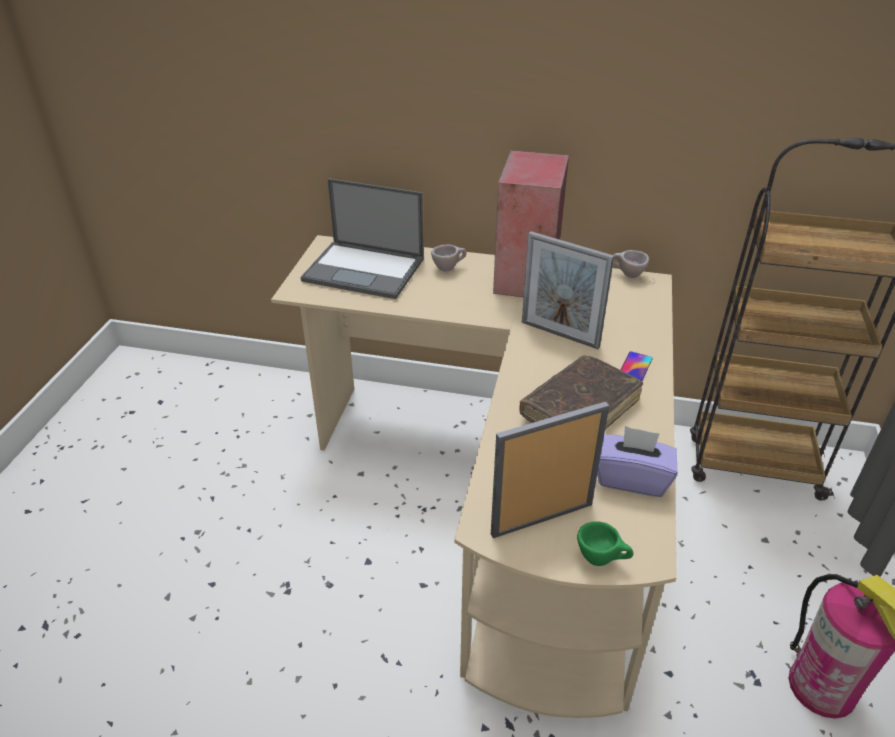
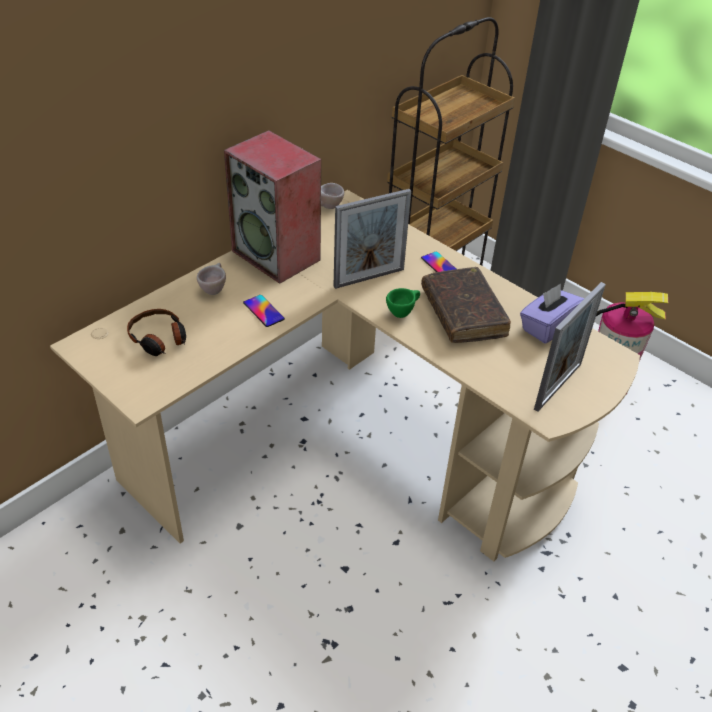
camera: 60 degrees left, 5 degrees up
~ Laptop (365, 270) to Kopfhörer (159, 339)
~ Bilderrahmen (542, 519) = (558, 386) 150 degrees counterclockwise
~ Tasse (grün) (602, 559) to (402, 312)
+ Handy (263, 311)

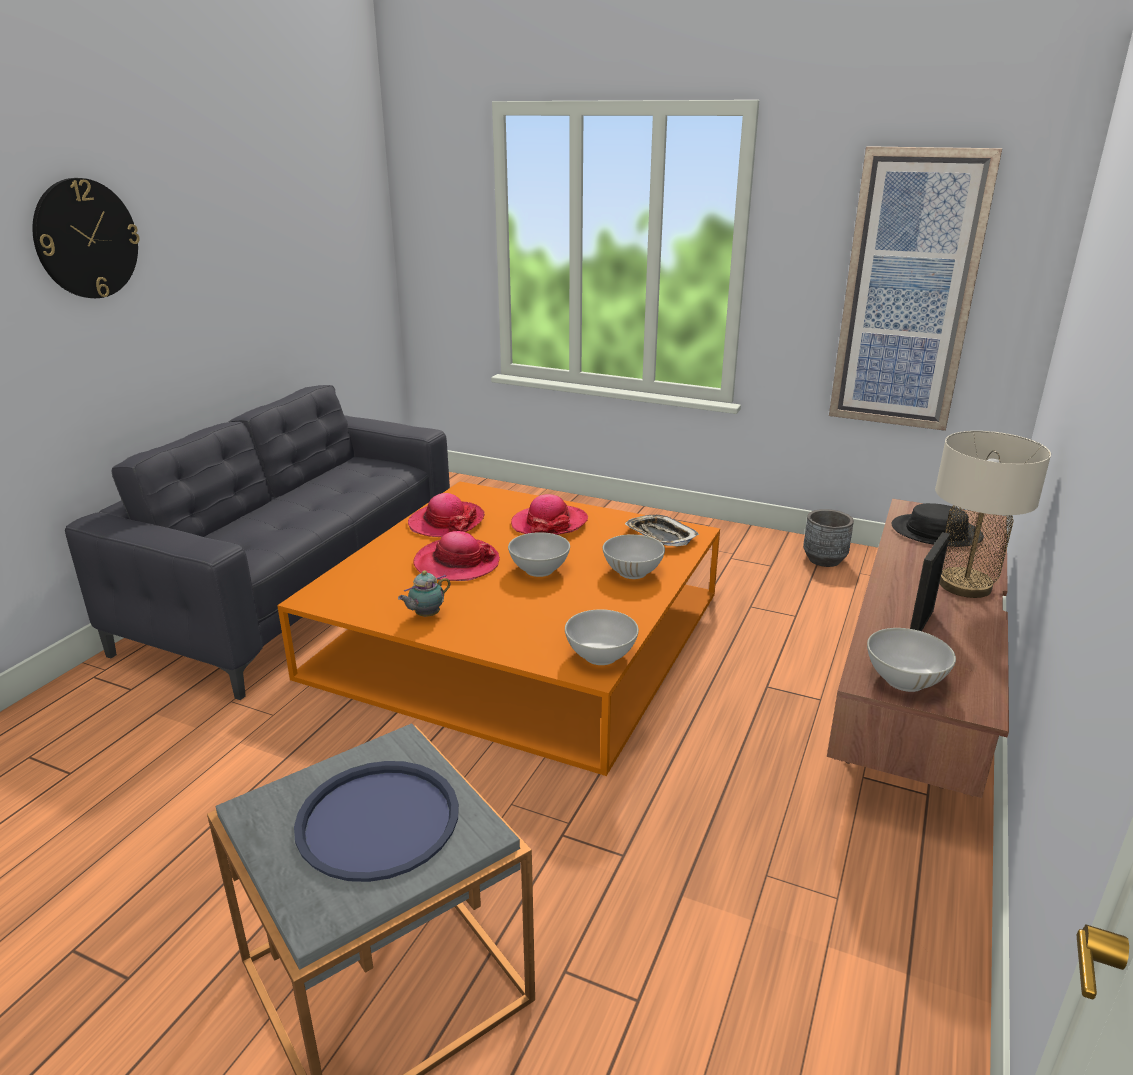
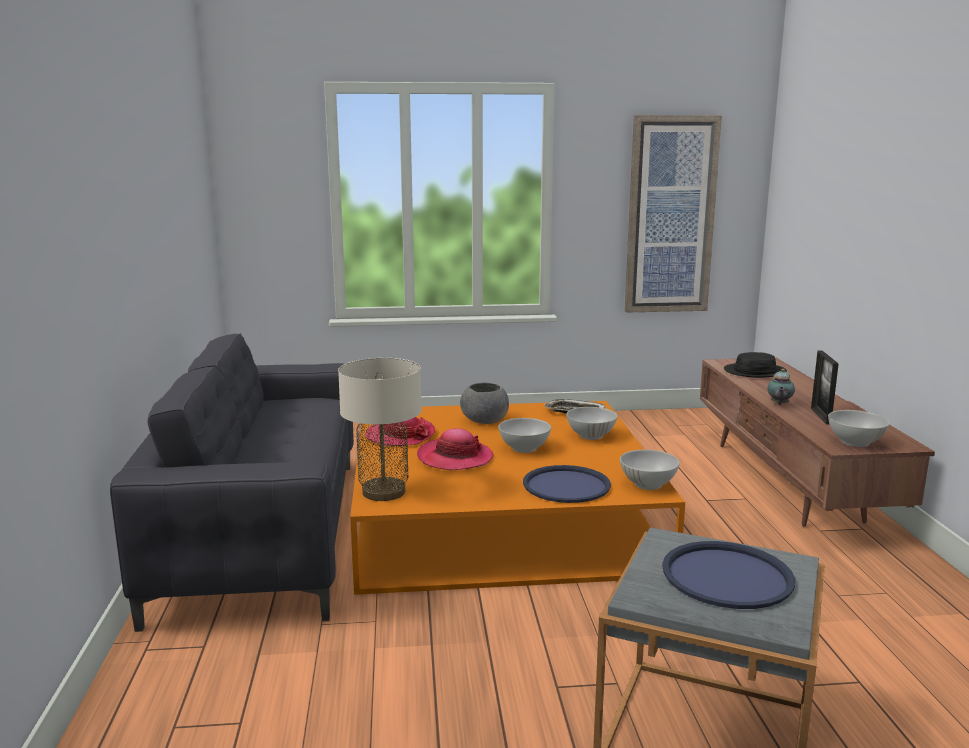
camera: 30 degrees left, 10 degrees down
- Wanduhr (86, 239)
~ Tischlampe (964, 585) to (383, 492)
~ Hut (549, 524) to Schüssel (grau) (484, 420)
- Pflanzkübel (grau) (824, 560)
~ Teekanne (426, 615) to (779, 404)
+ Tablett (blau) (566, 485)

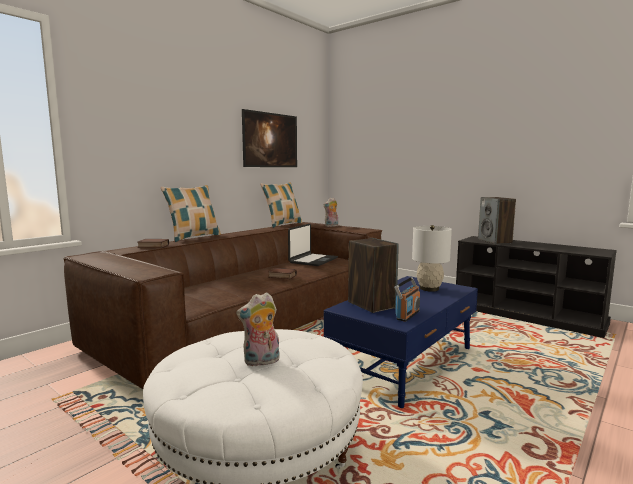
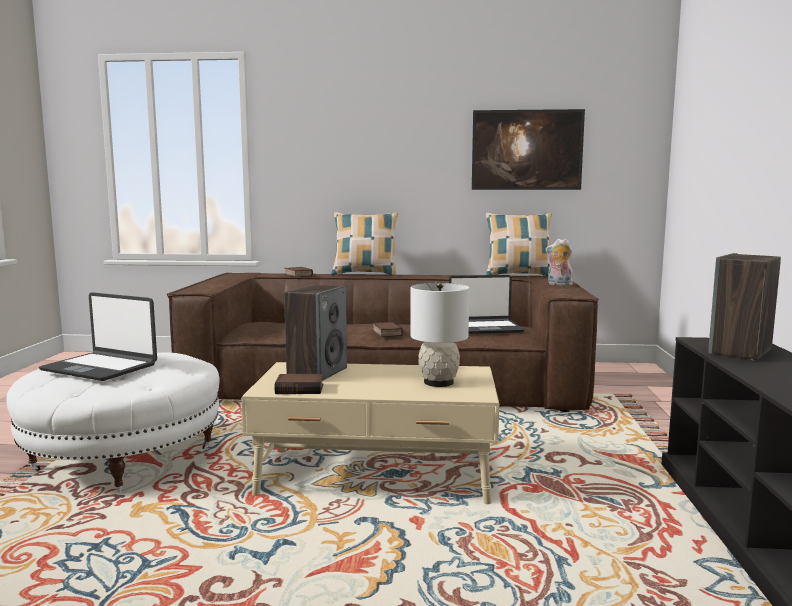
camera: 55 degrees right, 0 degrees up
~ Couchtisch (blau) (405, 363) to Couchtisch (beige) (377, 475)
~ Radio (407, 315) to Buch (300, 388)
~ Plüschtier (261, 362) to Laptop (100, 367)

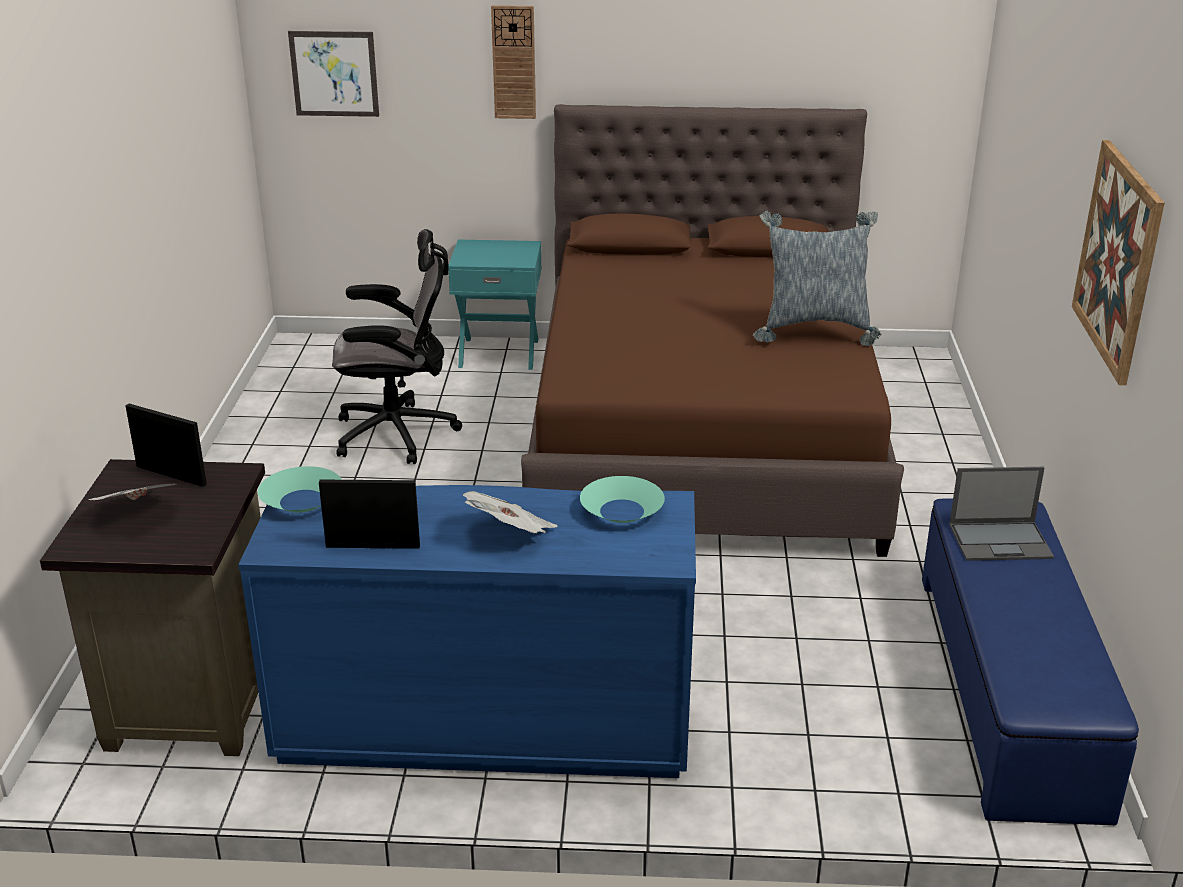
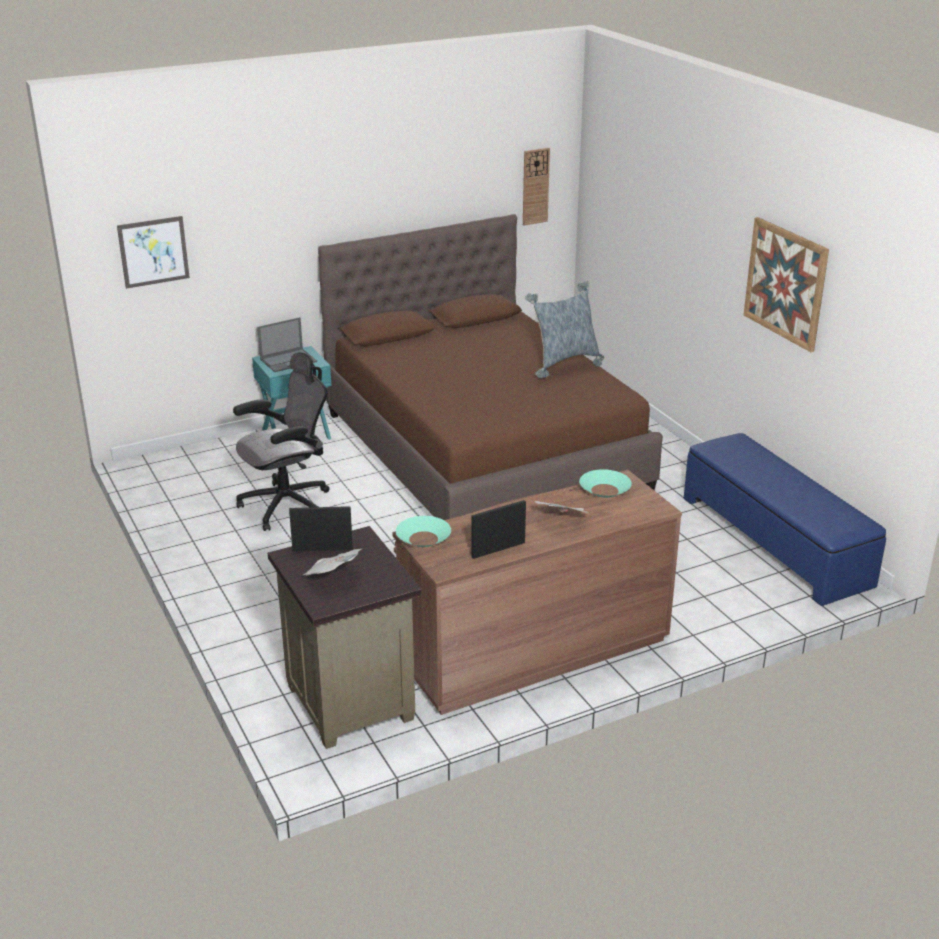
camera: 30 degrees left, 0 degrees up
~ Wanduhr (514, 62) to (535, 186)
~ Laptop (1001, 541) to (289, 360)
~ Kommode (blau) (484, 725) to Kommode (braun) (534, 652)

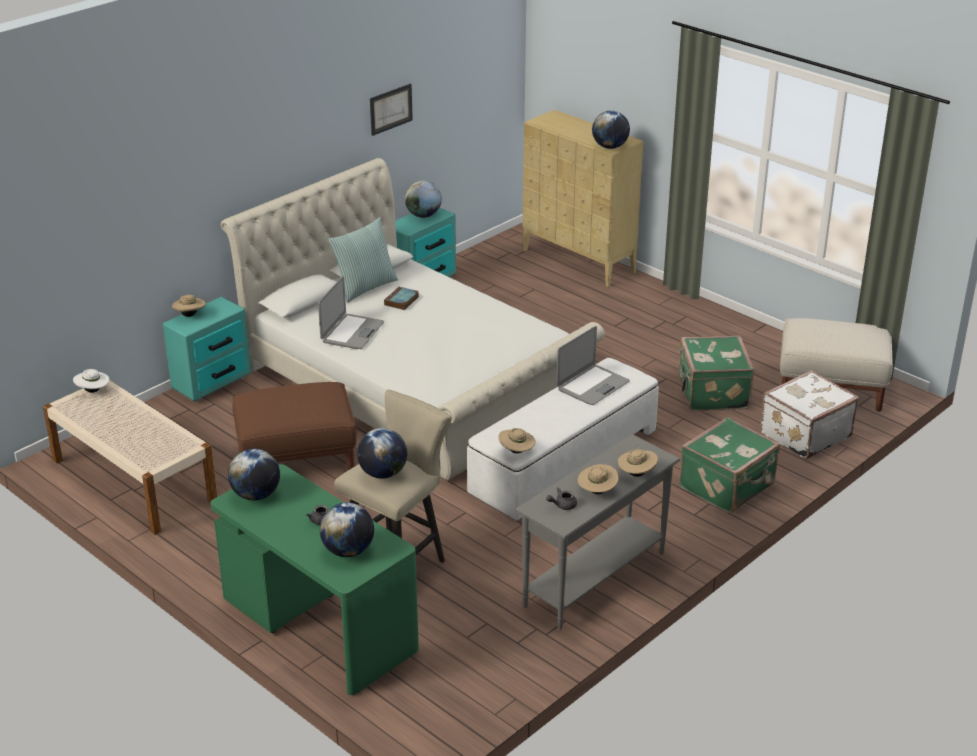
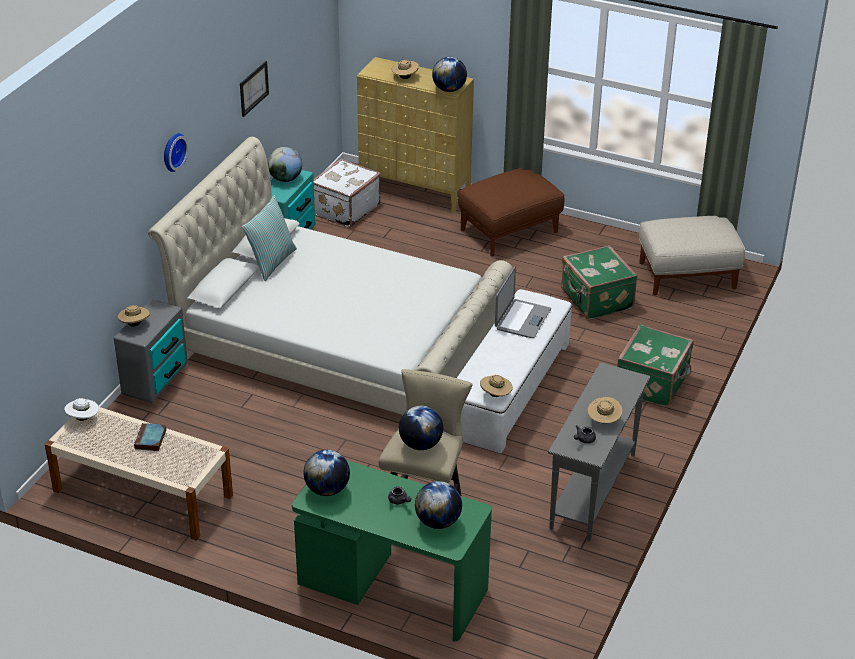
camera: 20 degrees left, 5 degrees up
- Laptop (352, 332)
~ Buch (401, 301) to (150, 440)
~ Nachttisch (türkis) (213, 385) to Nachttisch (grau) (157, 383)
~ Koffer (weiß) (803, 435) to (344, 209)
~ Polsterhocker (braun) (296, 458) to (508, 231)
~ Hut (beige) (636, 474) to (405, 77)
+ Wanduhr (172, 151)

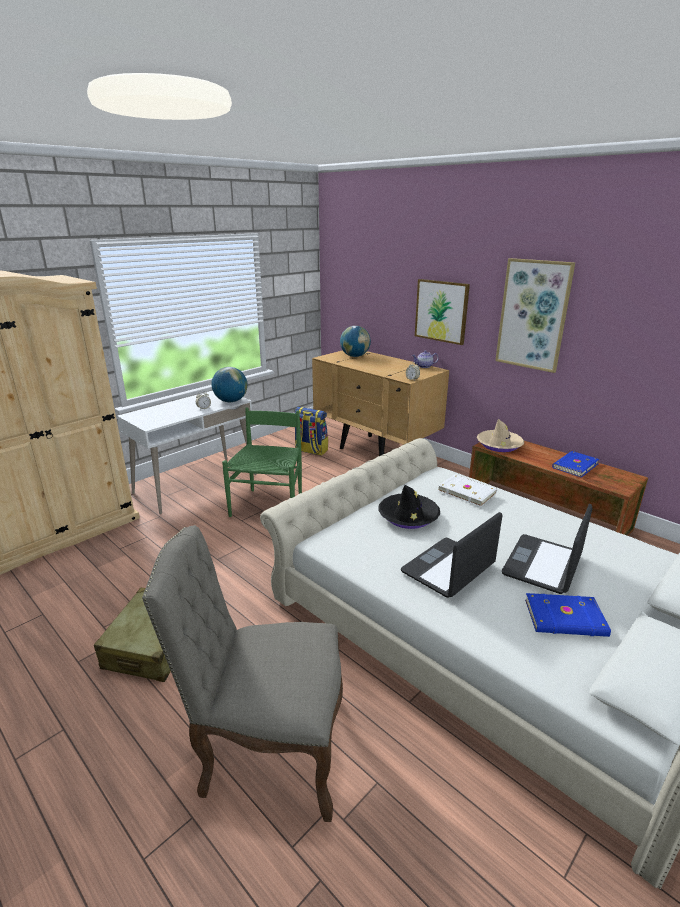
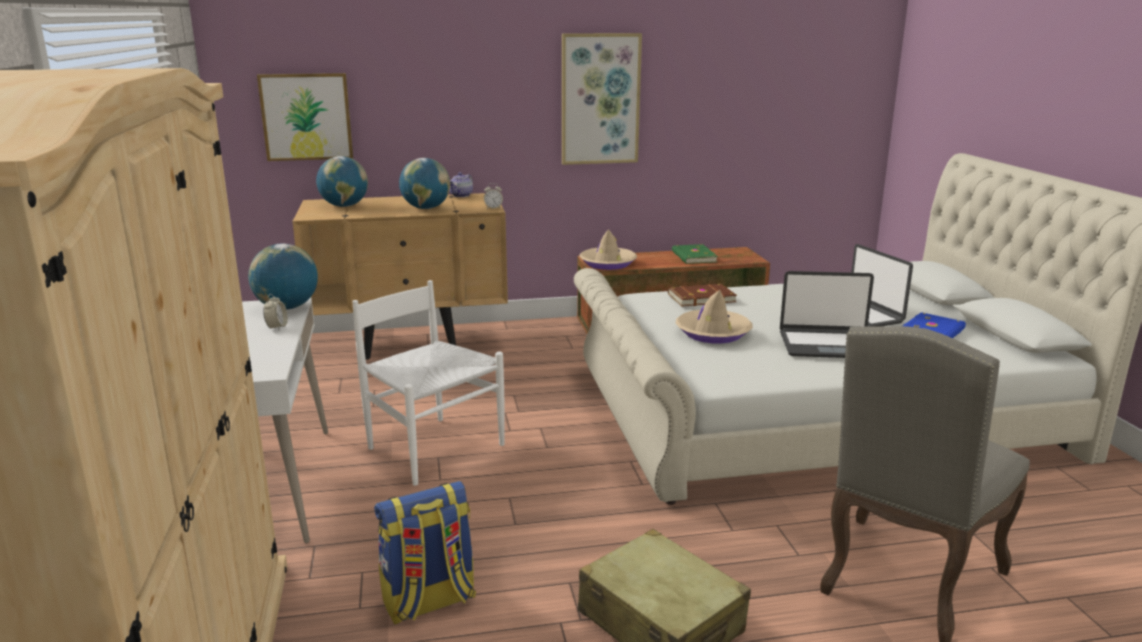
camera: 55 degrees left, 5 degrees down
~ Bild (441, 311) to (306, 117)
~ Rucksack (310, 451) to (429, 602)
~ Stuhl (grün) (269, 505) to Stuhl (weiß) (432, 448)
~ Buch (blau) (574, 465) to Buch (grün) (693, 257)
~ Buch (weiß) (467, 492) to Buch (braun) (700, 298)
~ Hut (schwarz) (408, 516) to Hut (beige) (713, 333)
~ Laptop (449, 569) = (827, 345) 75 degrees counterclockwise
+ Globus (426, 208)

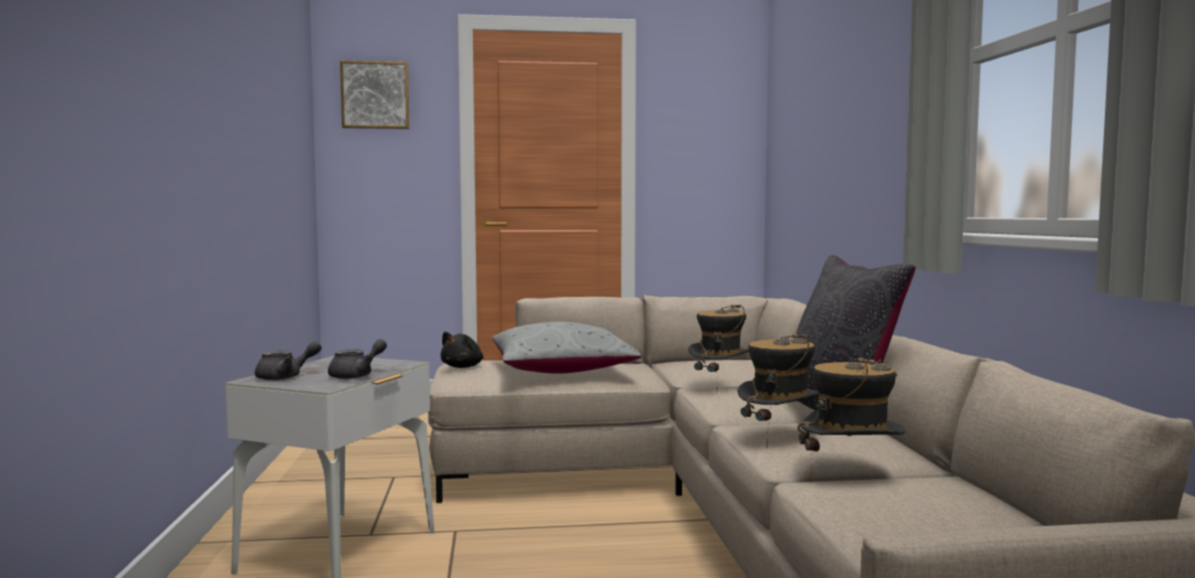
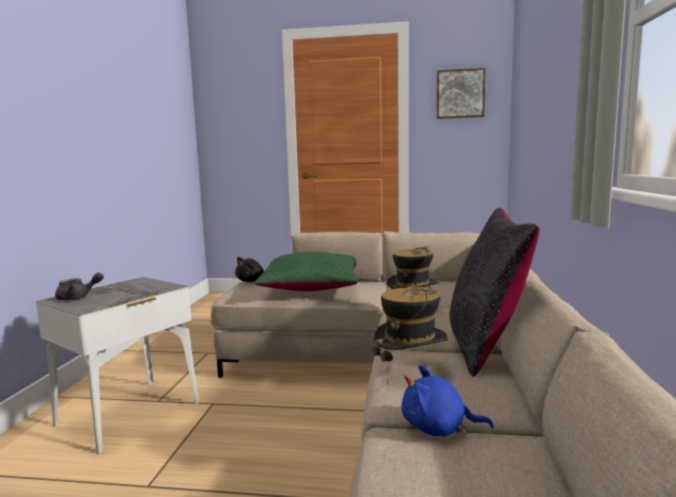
camera: 15 degrees right, 5 degrees up
~ Bild (375, 95) to (460, 94)
~ Kissen (grau) (561, 370) to Kissen (grün) (312, 287)
- Teekanne (grau) (357, 375)
~ Hut (850, 476) to Plüschtier (blau) (438, 428)

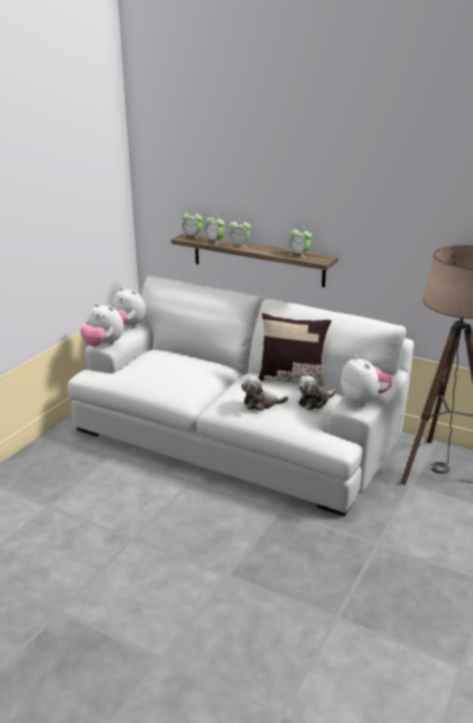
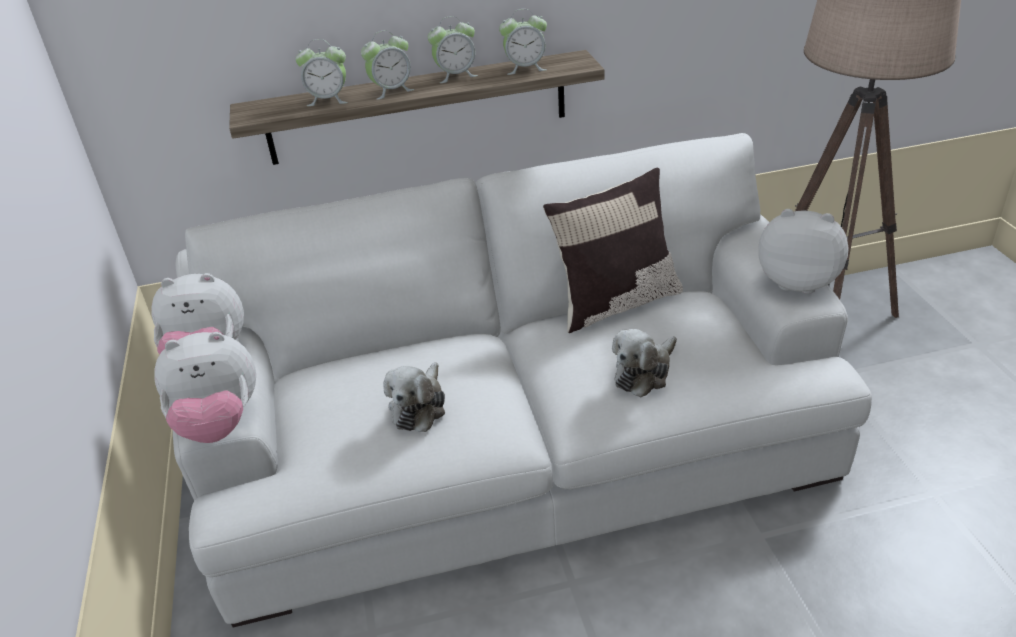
camera: 40 degrees left, 10 degrees up
~ Wecker (192, 236) to (455, 76)
~ Plüschtier (314, 402) to (419, 407)

